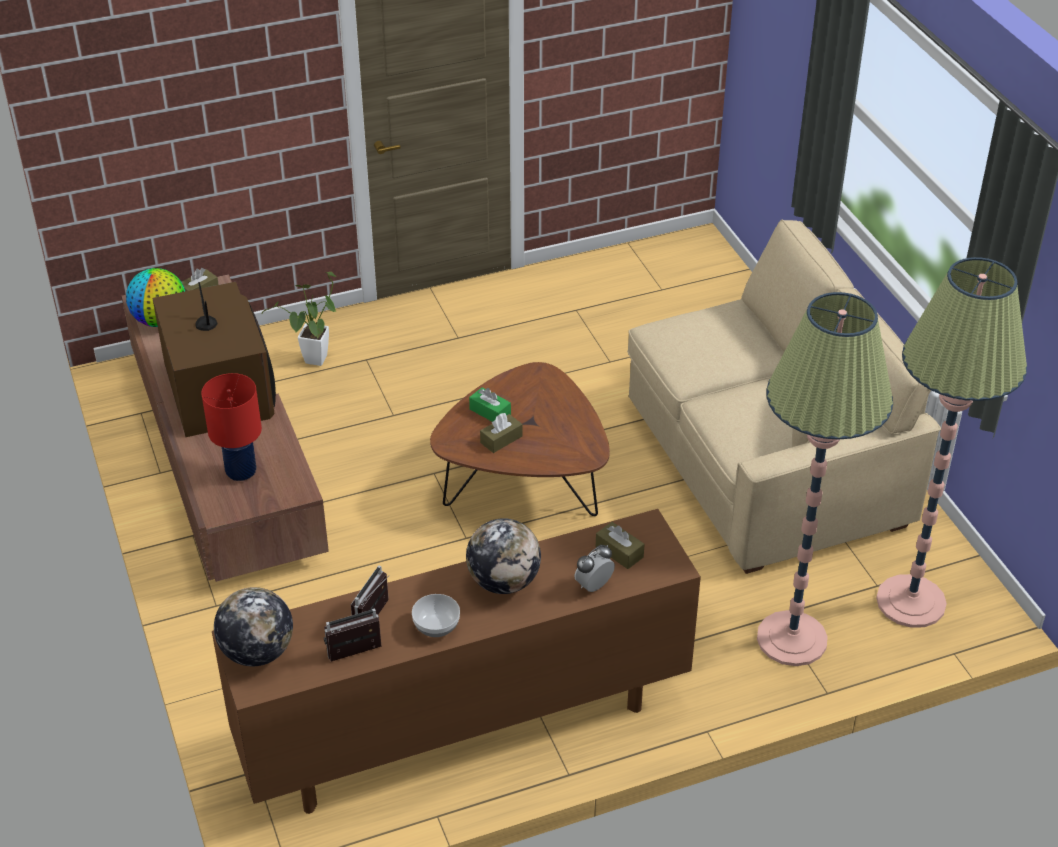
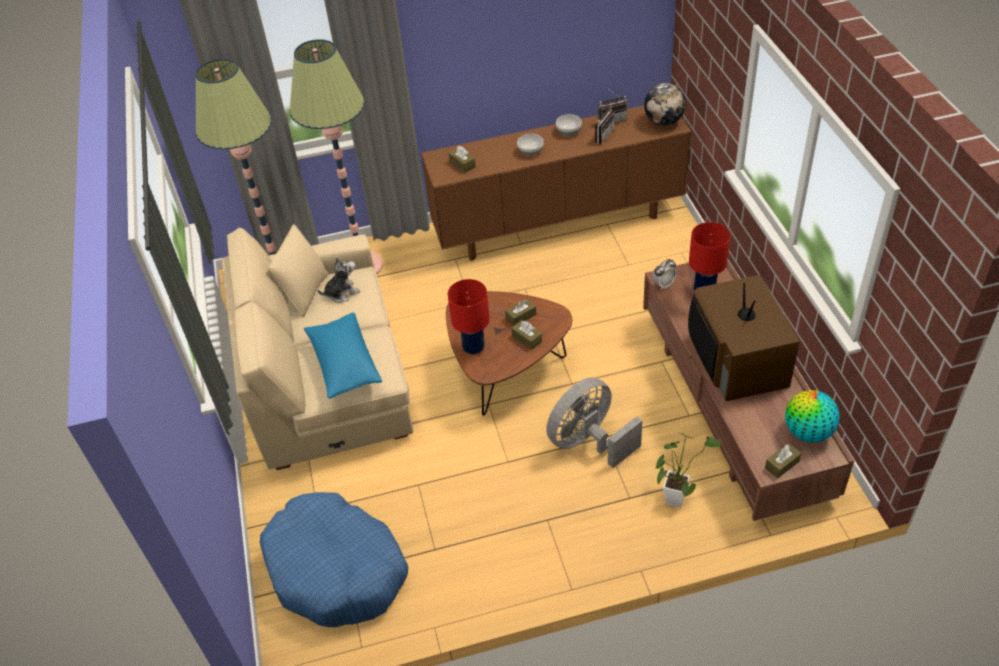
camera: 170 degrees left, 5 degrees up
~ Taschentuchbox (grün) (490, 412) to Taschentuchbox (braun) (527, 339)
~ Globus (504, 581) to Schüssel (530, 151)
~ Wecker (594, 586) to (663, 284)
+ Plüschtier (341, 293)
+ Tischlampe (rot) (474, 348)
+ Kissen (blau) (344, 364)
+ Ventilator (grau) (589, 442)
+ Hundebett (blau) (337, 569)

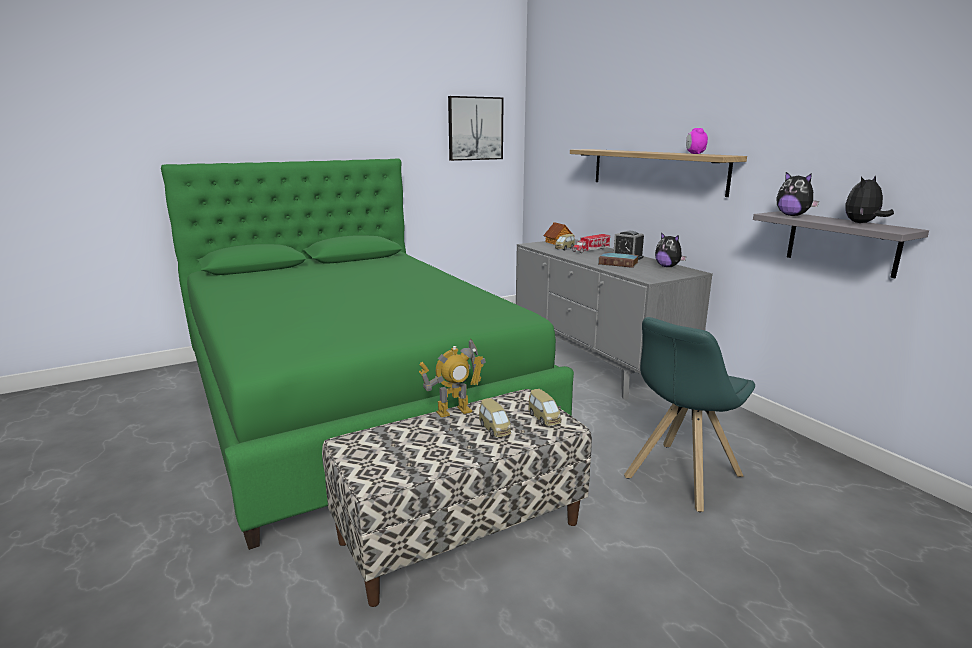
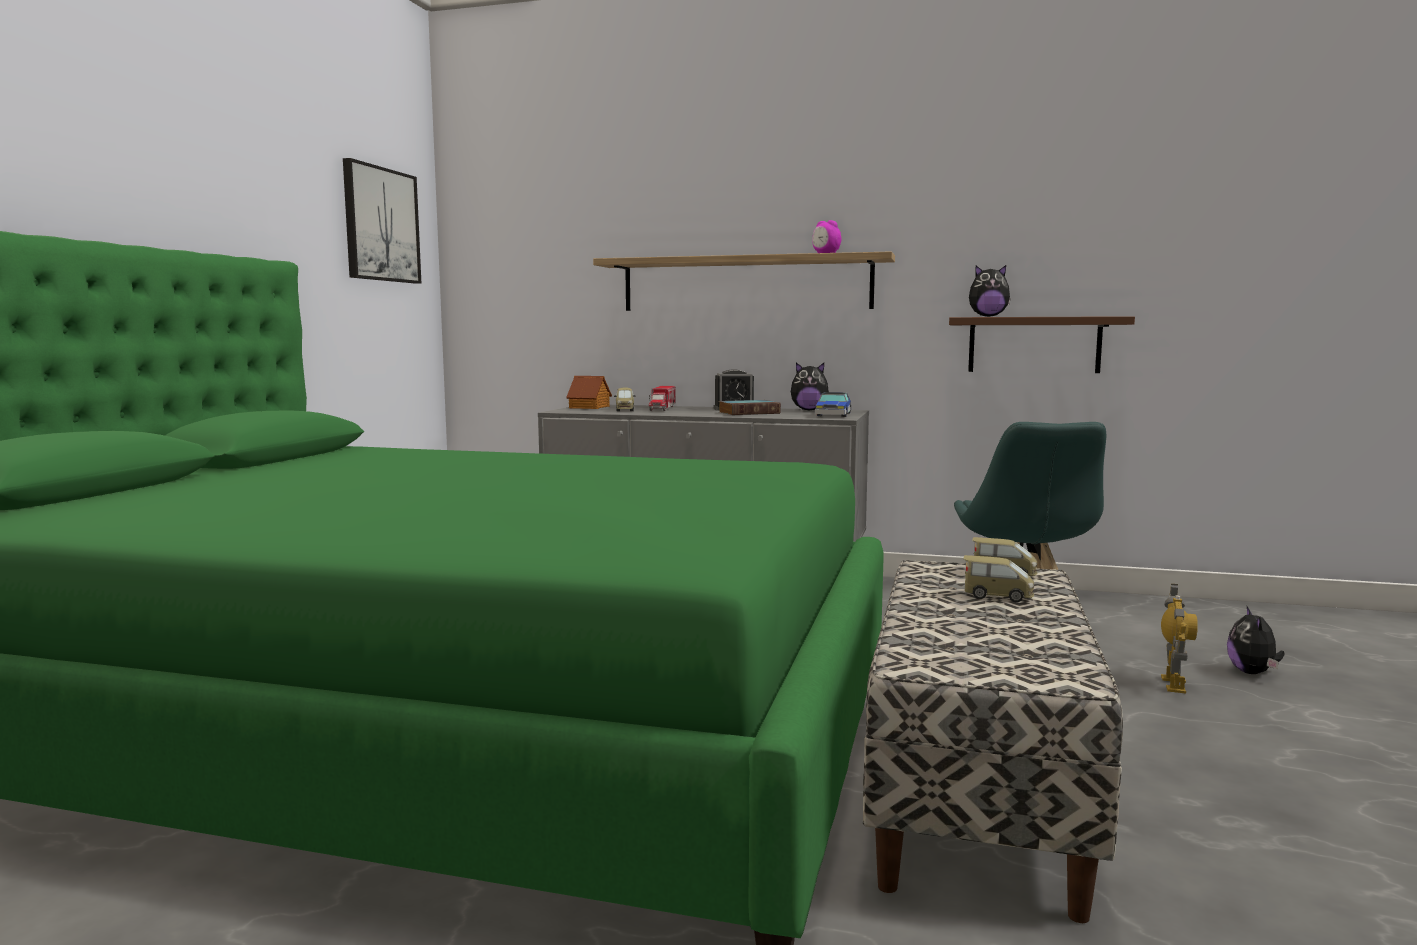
camera: 45 degrees left, 10 degrees down
~ Plüschtier (862, 223) to (1252, 673)
~ Wandregal (grau) (842, 243) to Wandregal (braun) (1034, 345)
~ Spielzeugroboter (454, 411) to (1174, 684)
+ Spielzeugauto (833, 415)

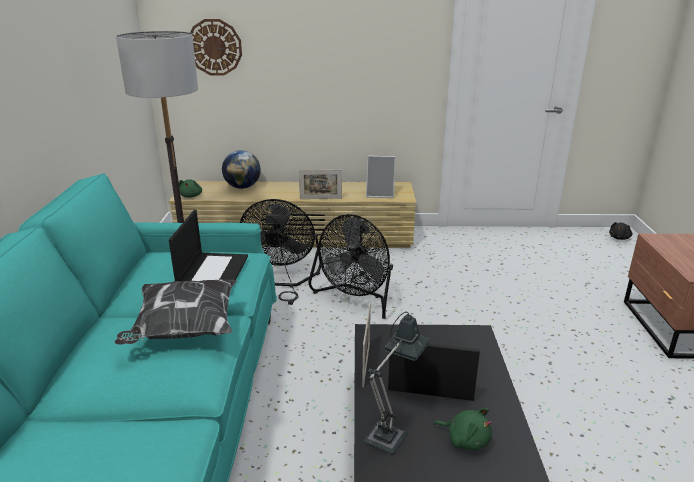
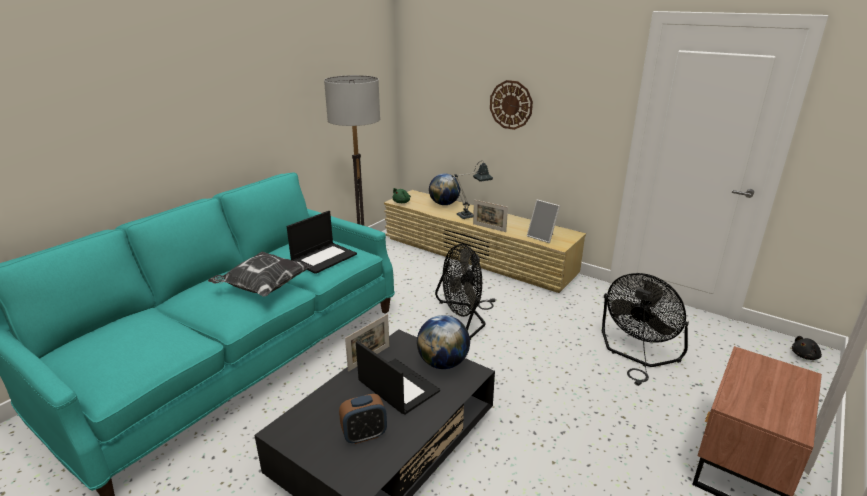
camera: 35 degrees right, 0 degrees up
~ Wanduhr (215, 47) to (511, 105)
~ Ventilator (schwarz) (280, 280) to (636, 354)
~ Tischlampe (390, 432) to (469, 215)
~ Plüschtier (grün) (466, 439) to Wecker (364, 435)
+ Globus (443, 363)

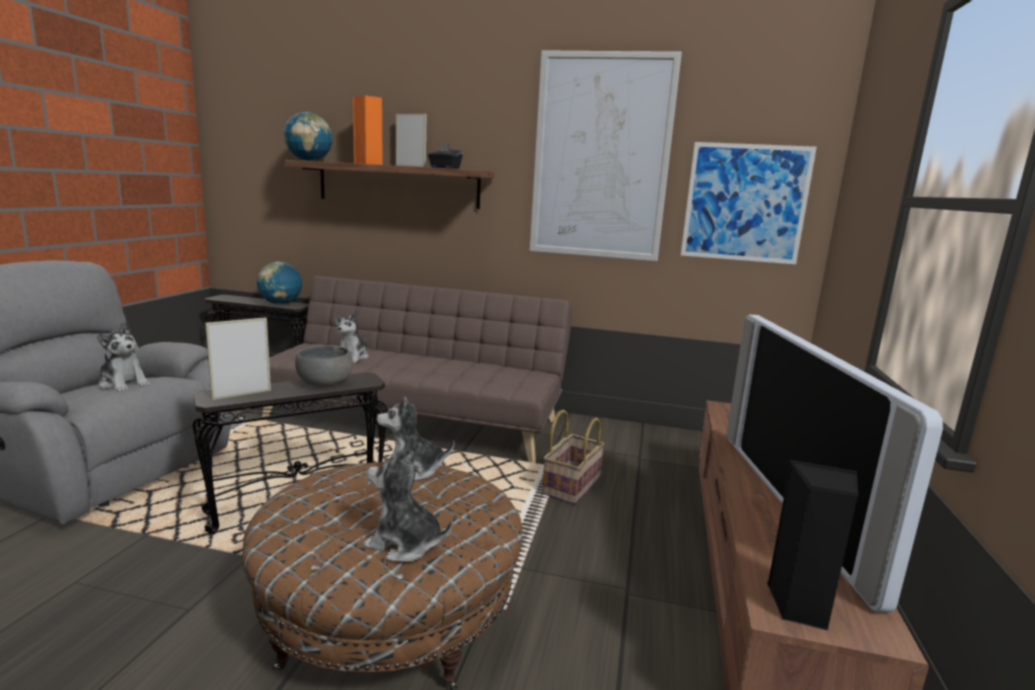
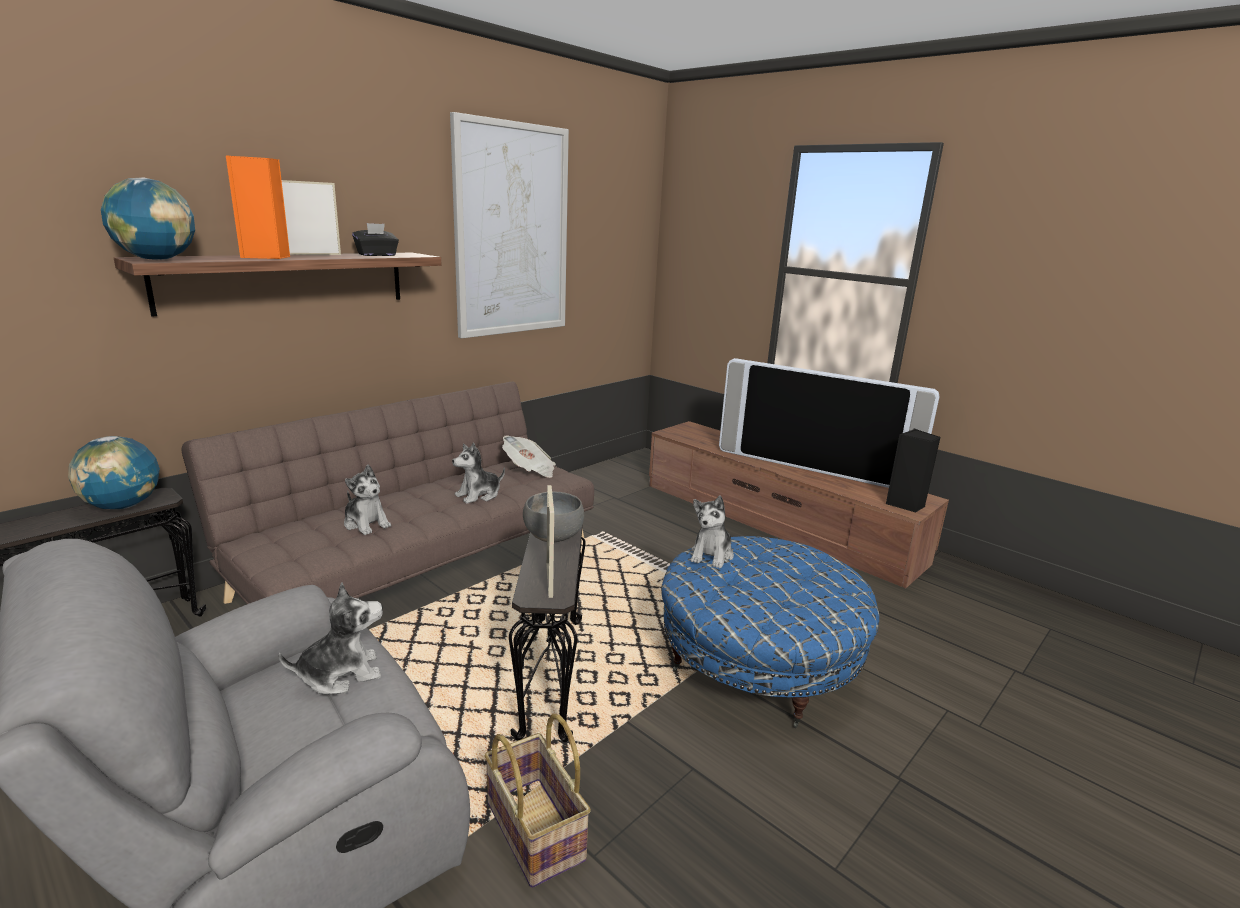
camera: 60 degrees left, 5 degrees up
- Bild (745, 203)
~ Korb (570, 485) to (533, 831)
~ Plüschtier (404, 544) to (479, 495)
~ Polsterhocker (braun) (388, 618) to Polsterhocker (blau) (758, 663)
+ Zeitung (530, 470)

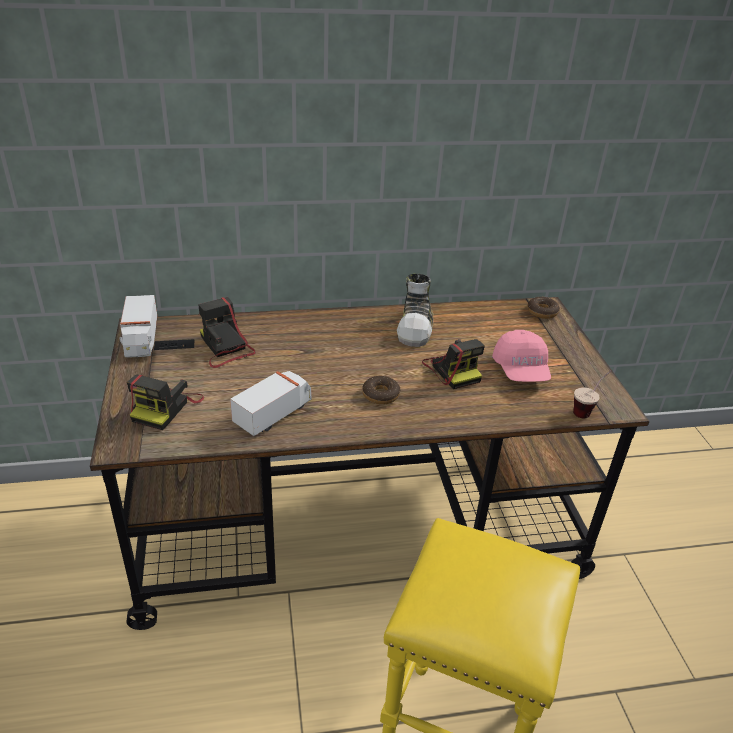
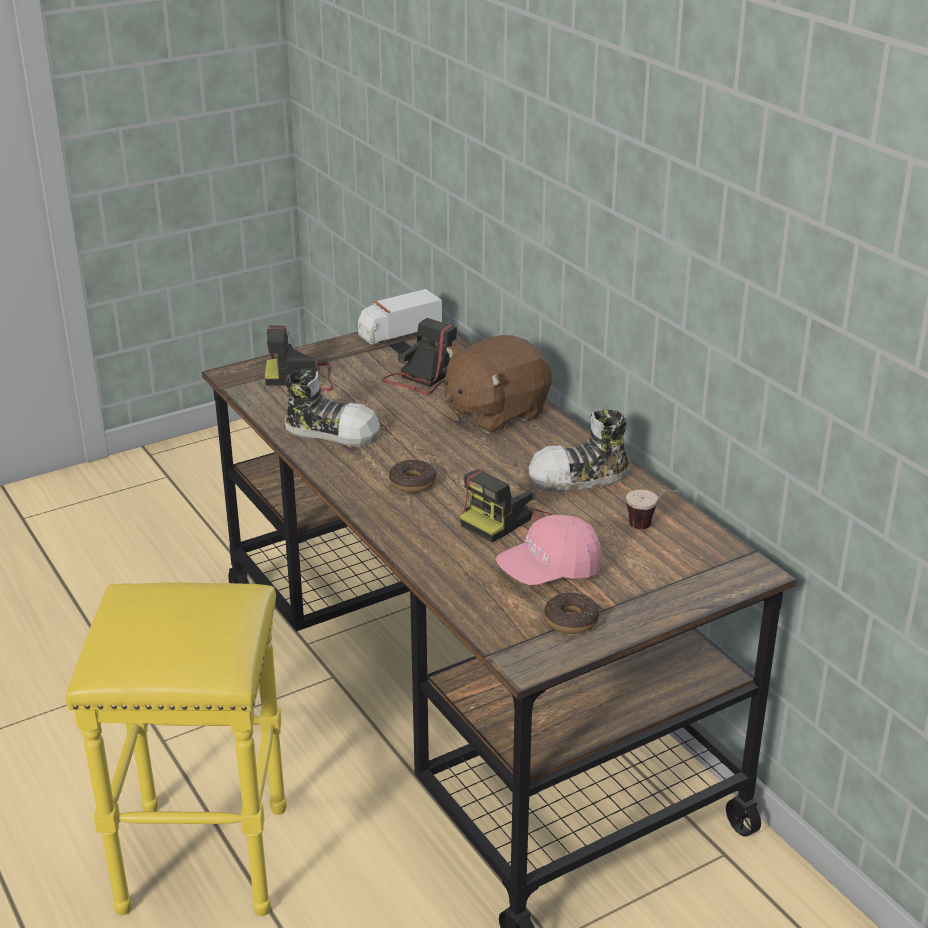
camera: 70 degrees right, 5 degrees down
~ Donut (542, 312) to (571, 620)
~ Tasse (587, 410) to (651, 527)
~ Spielzeuglaster (274, 413) to Schuh (332, 431)
+ Plüschtier (braun) (495, 413)

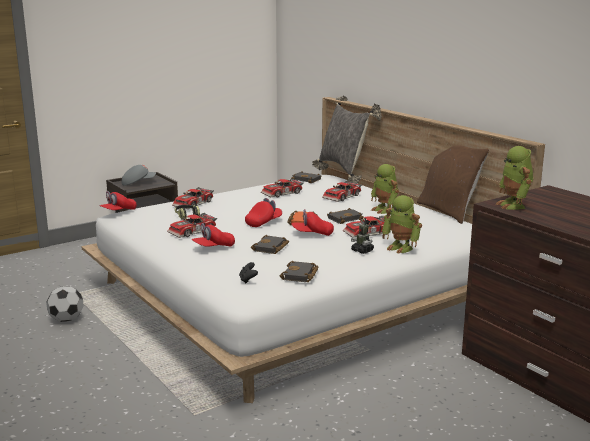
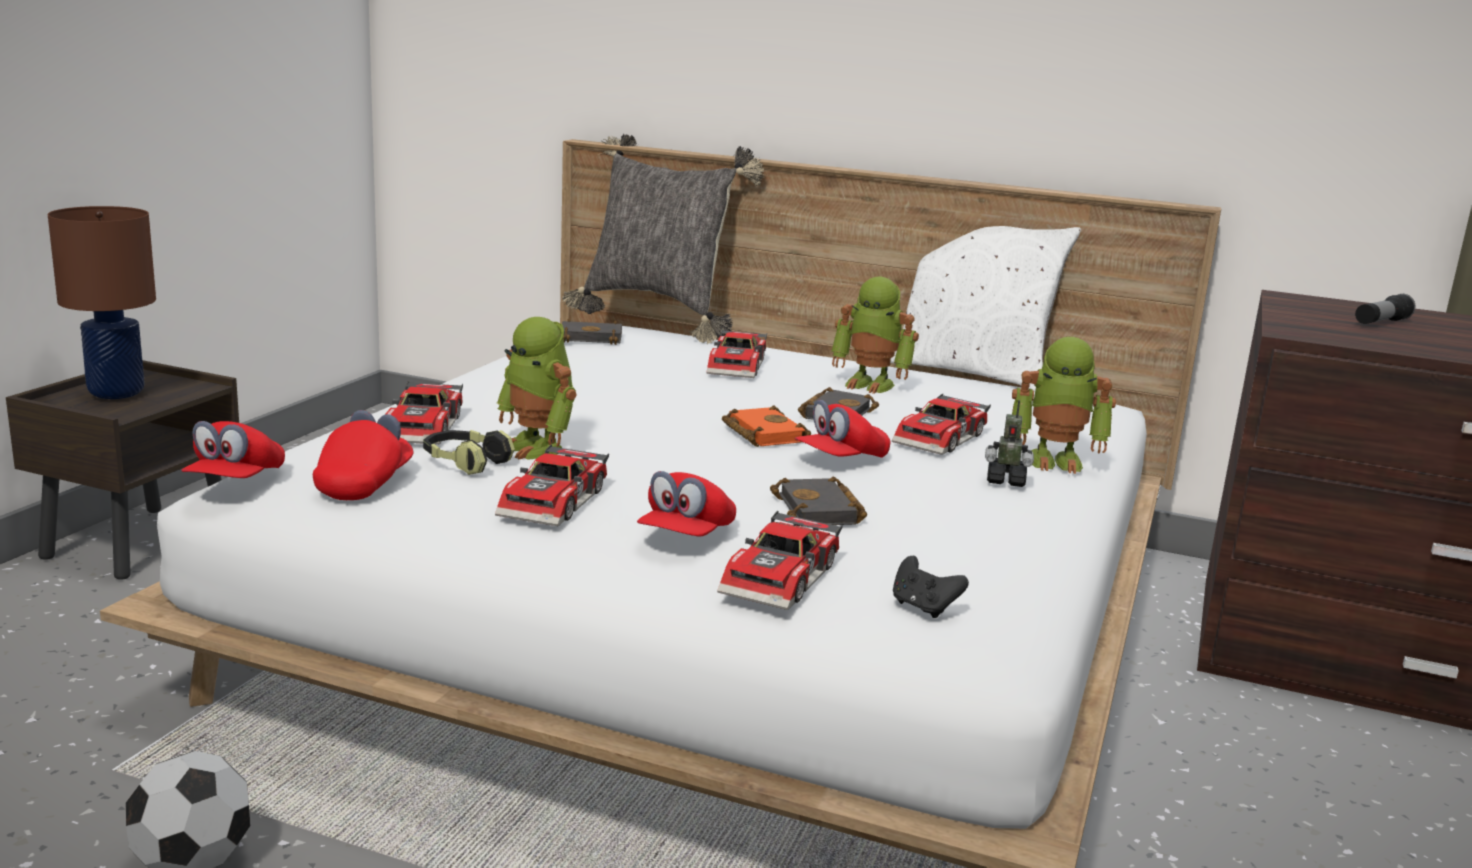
camera: 35 degrees left, 0 degrees up
~ Kissen (braun) (449, 211) to Kissen (weiß) (971, 372)
~ Spielzeugroboter (514, 205) to (538, 447)
~ Kappe (grau) (138, 183) to Tischlampe (braun) (115, 395)
~ Spielzeugauto (282, 193) to (784, 579)
~ Kappe (rot) (263, 222) to (365, 483)
- Buch (schwarz) (300, 275)
+ Taschenlampe (1381, 322)

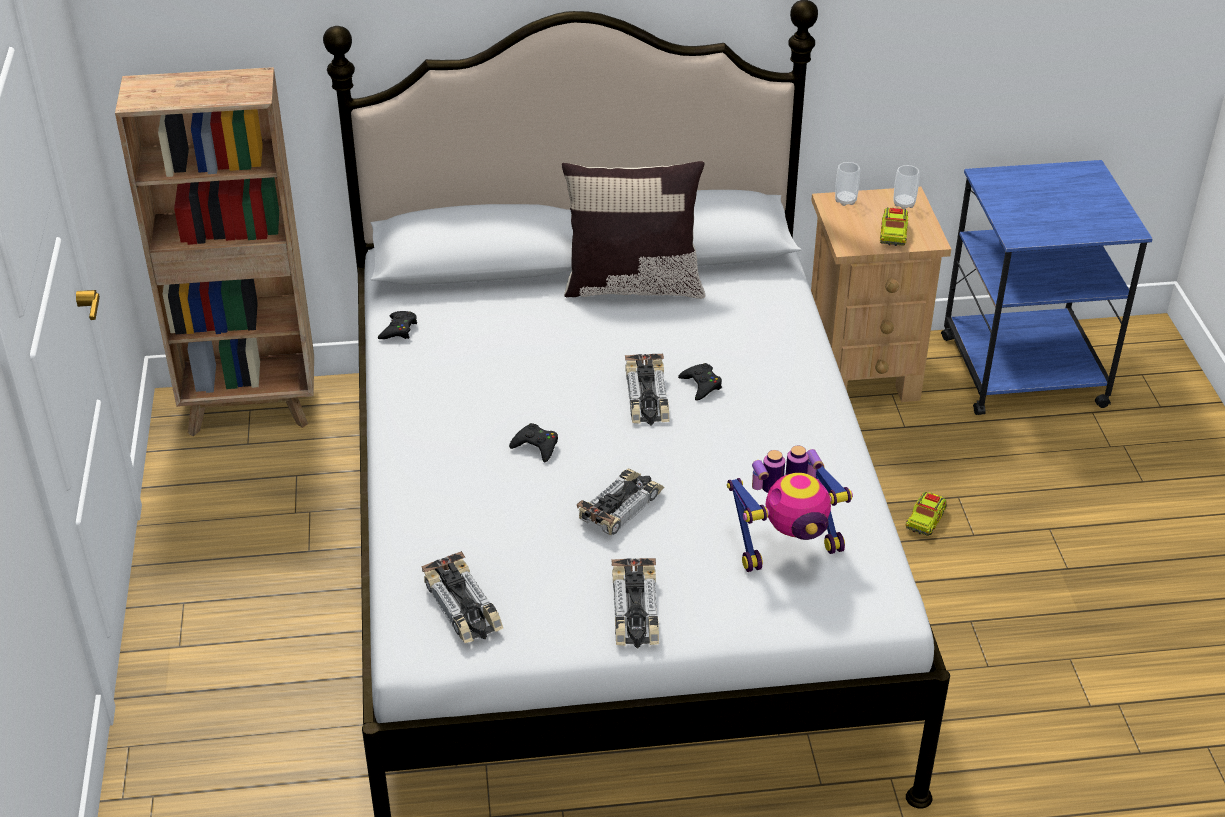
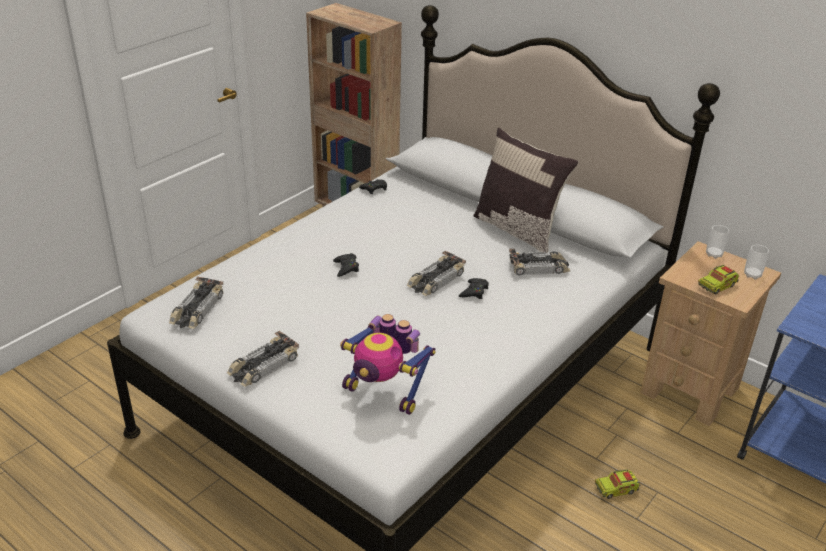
camera: 45 degrees right, 5 degrees down
~ Spielzeugauto (621, 505) to (539, 267)

